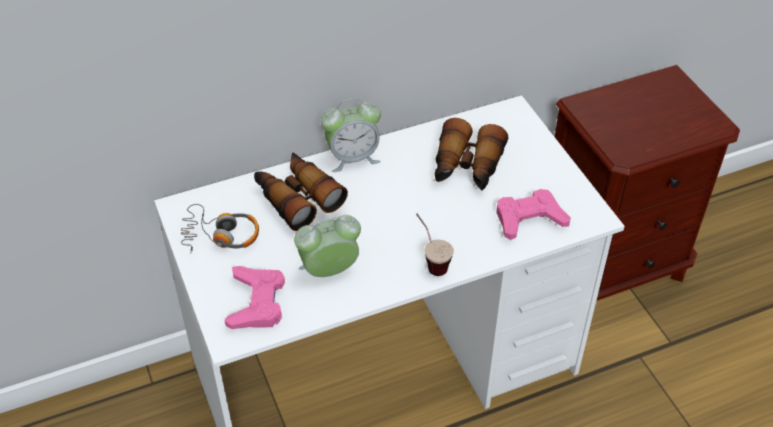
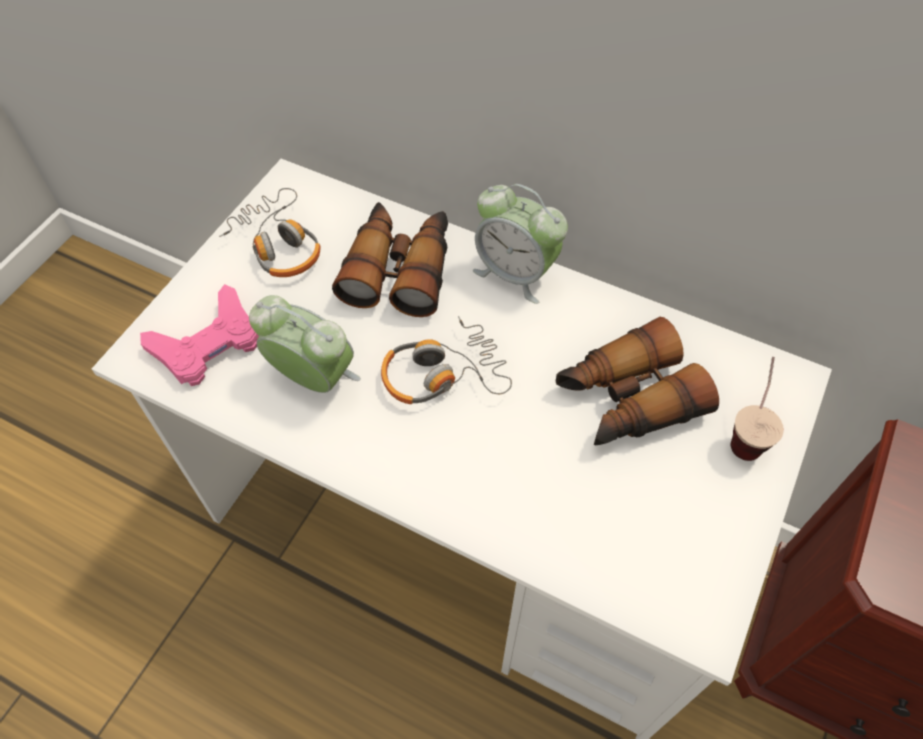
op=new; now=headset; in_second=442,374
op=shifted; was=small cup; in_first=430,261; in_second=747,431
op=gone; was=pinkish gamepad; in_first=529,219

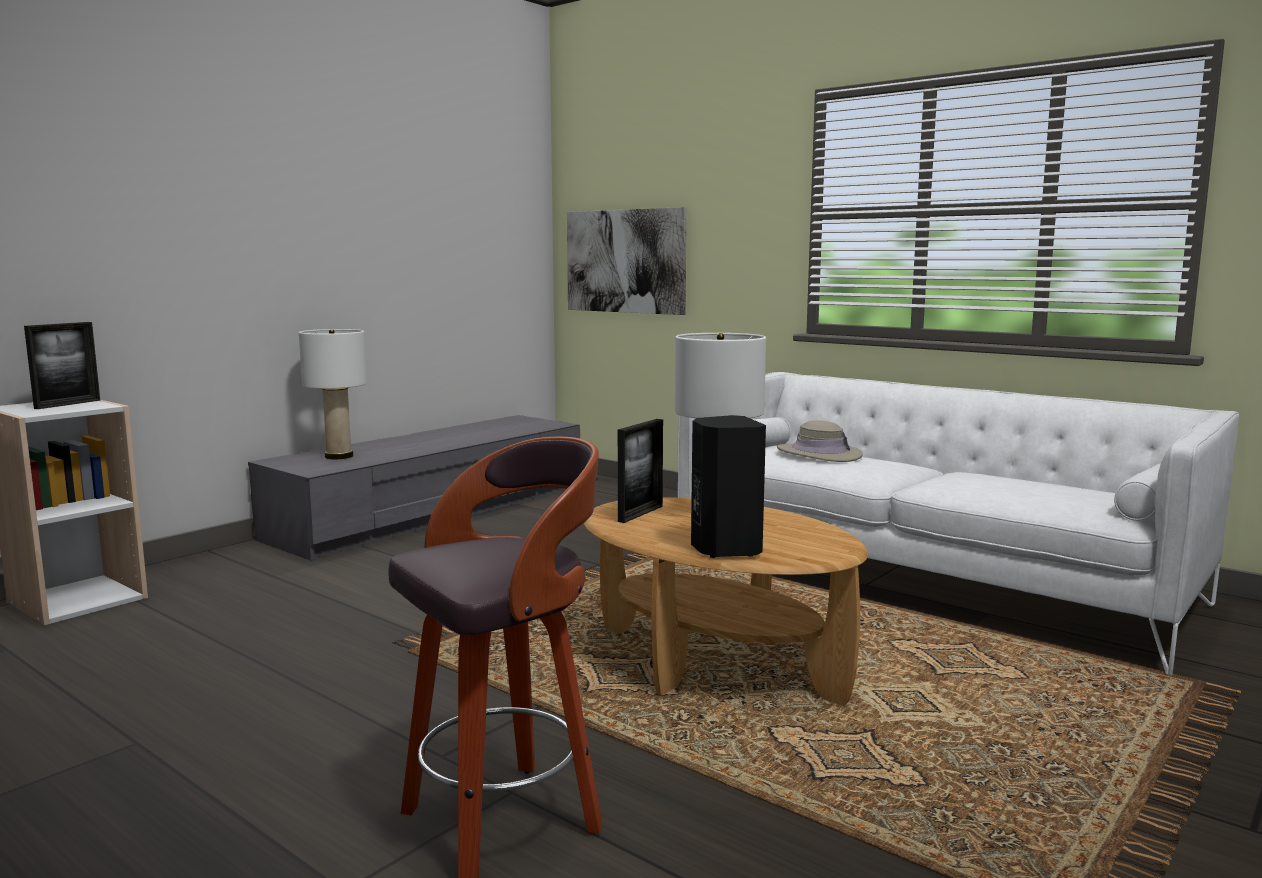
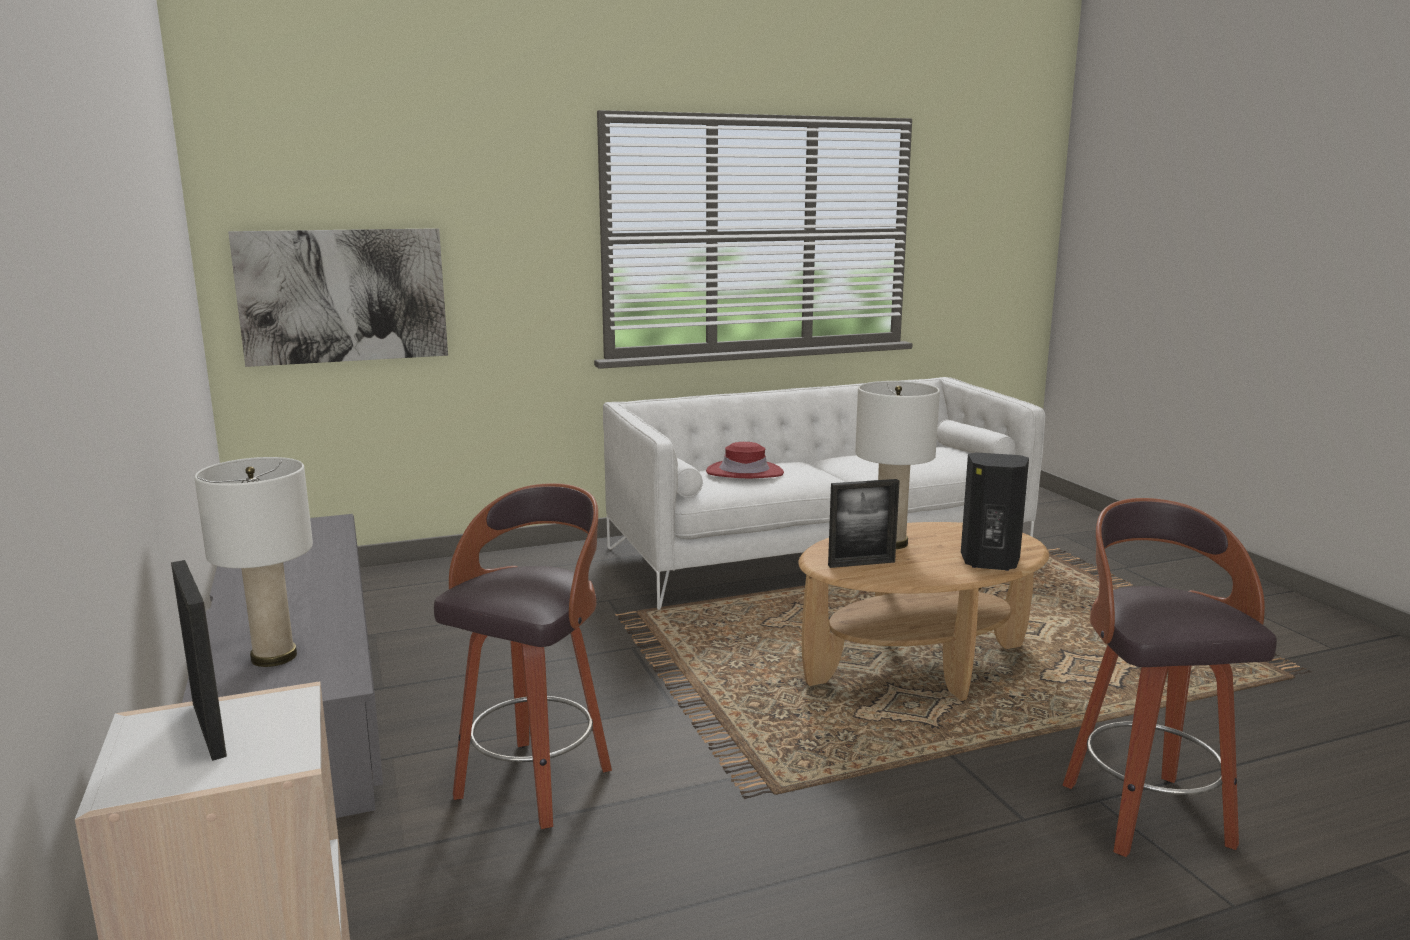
op=new; now=sitting stool; in_second=536,781
op=repainted; was=beige wearable hat; now=reddish wearable hat; in_first=819,454; in_second=744,472
op=rotated; was=standing frame; in_first=640,514; in_second=861,563; clockwise=105

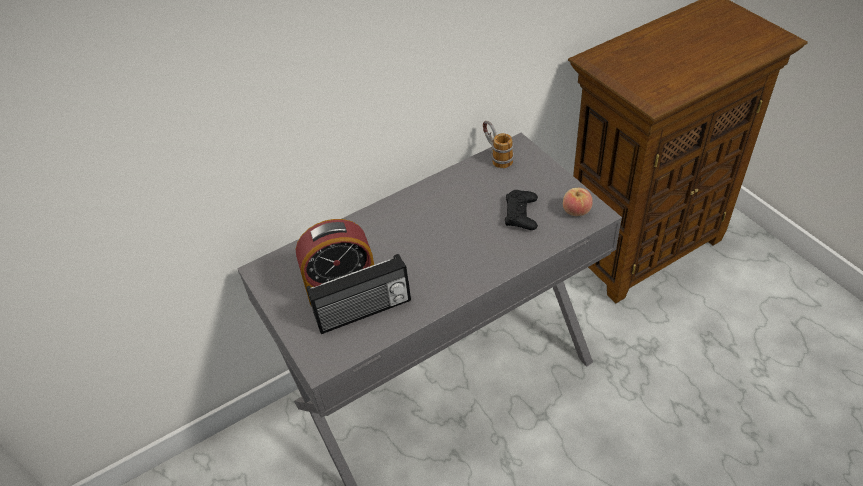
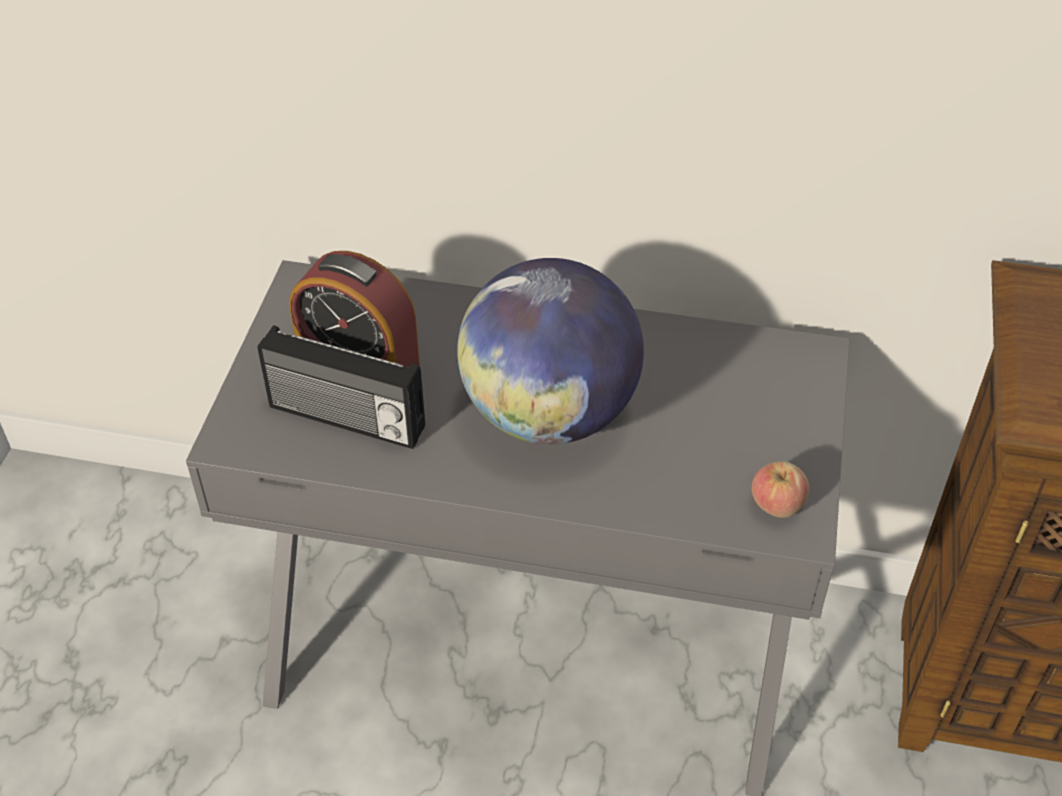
op=new; now=world globe; in_second=549,413
op=gone; was=mug; in_first=496,156
op=gone; was=black gamepad; in_first=521,214

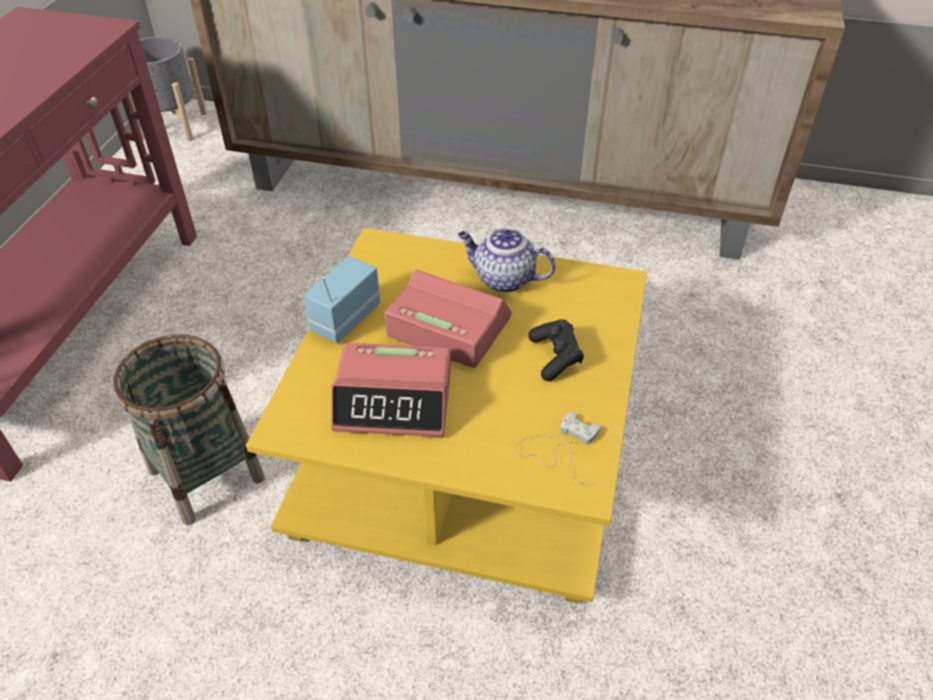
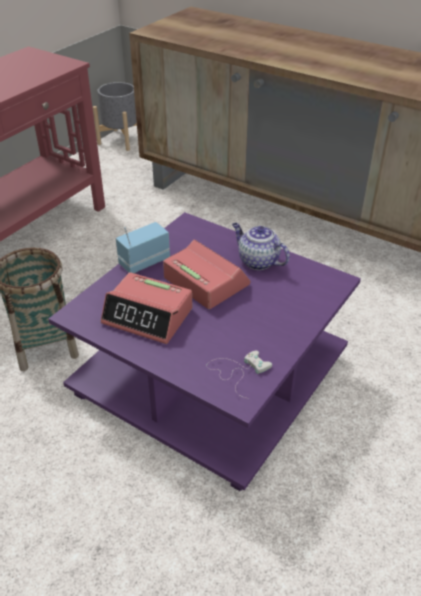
op=repainted; was=yellow-coloured low table; now=purple-coloured low table; in_first=462,455; in_second=207,377
op=gone; was=black gamepad; in_first=555,357

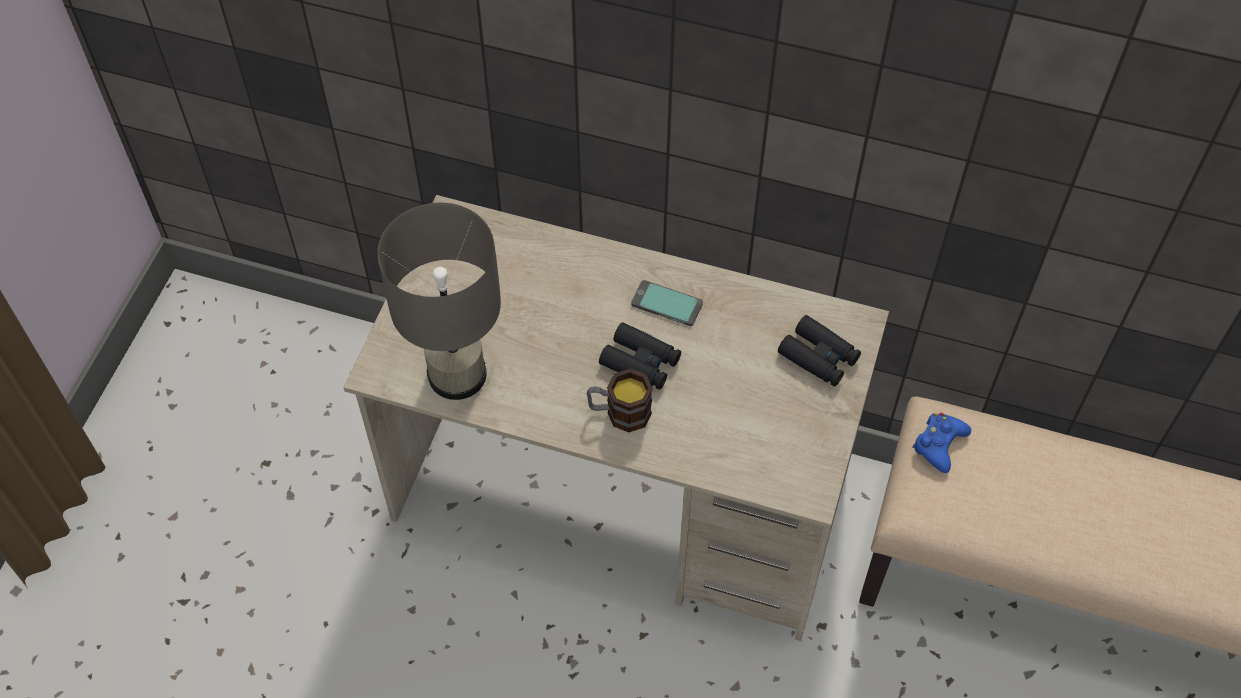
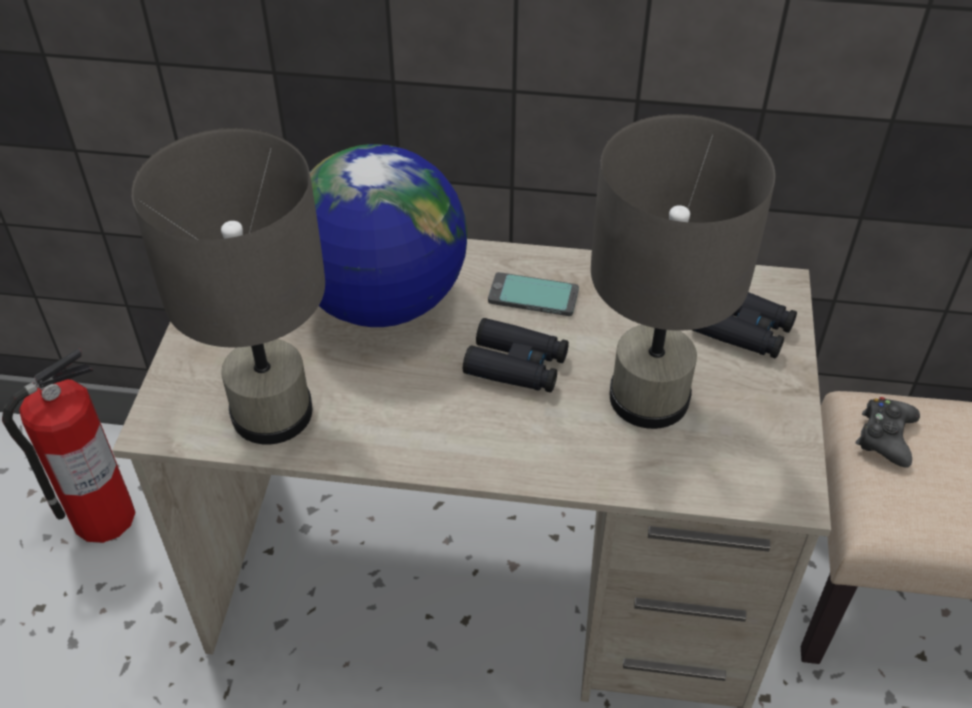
op=new; now=fire-fighting cylinder; in_second=102,518
op=new; now=world globe; in_second=381,301
op=new; now=gray table lamp; in_second=647,398
op=repainted; was=bluish gamepad; now=black gamepad; in_first=939,444; in_second=885,437
op=gone; was=mug; in_first=619,412

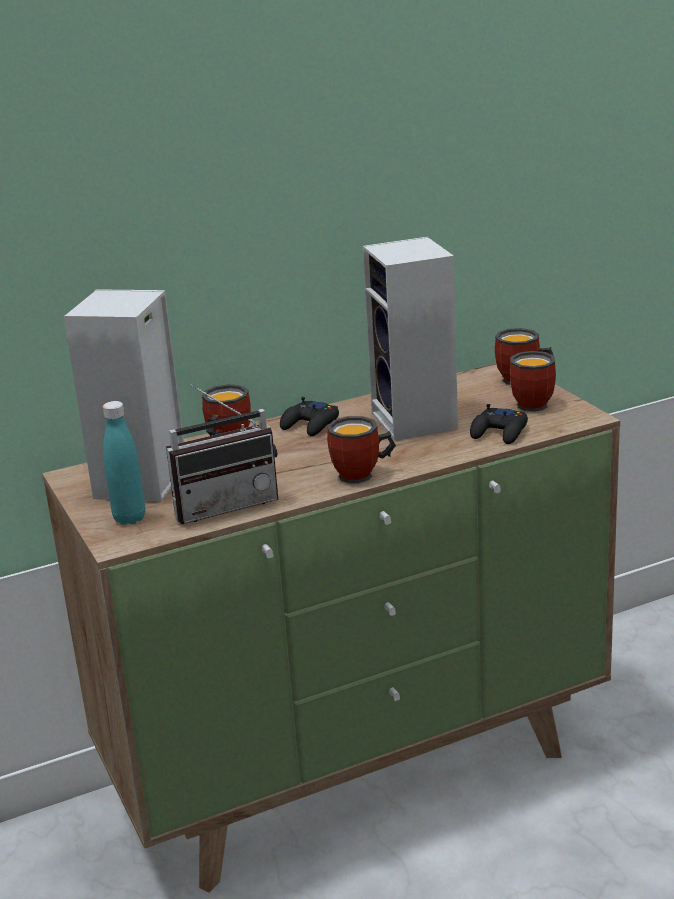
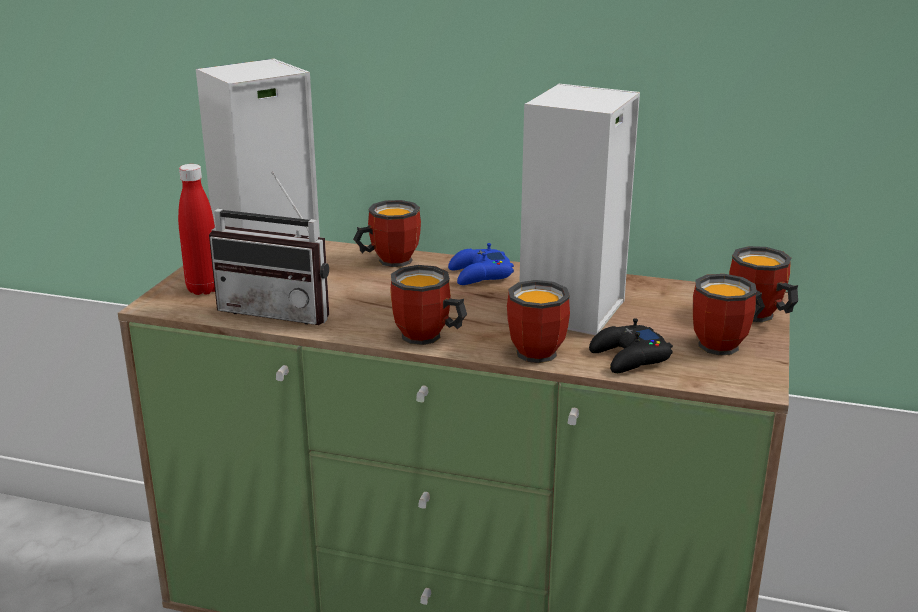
op=repainted; was=blue-green bottle; now=reddish bottle; in_first=129,518; in_second=203,289
op=repainted; was=black gamepad; now=bluish gamepad; in_first=310,425; in_second=479,275
op=new; now=mug; in_second=535,349

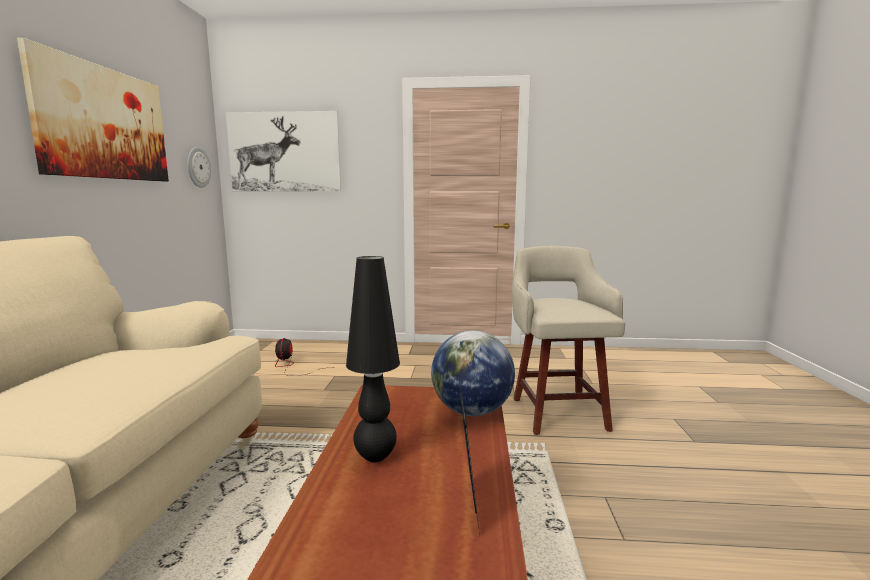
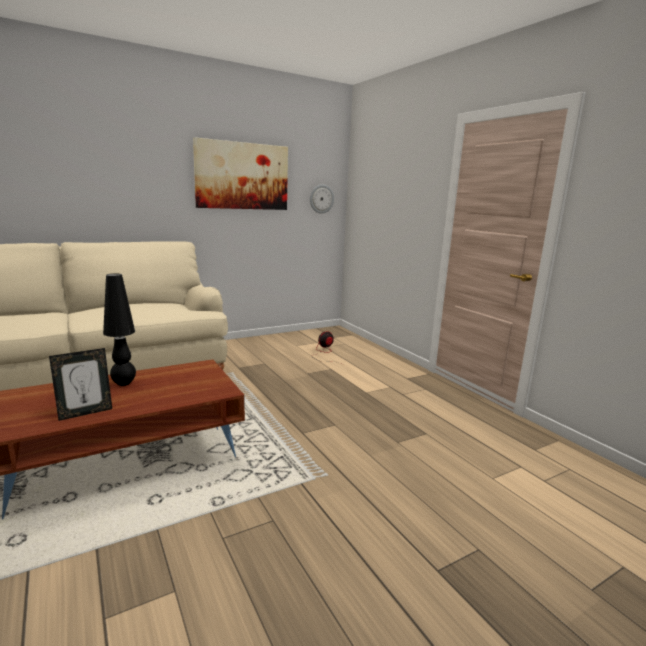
op=gone; was=picture; in_first=284,152
op=gone; was=world globe; in_first=471,411
op=gone; was=beige sitting stool; in_first=558,412

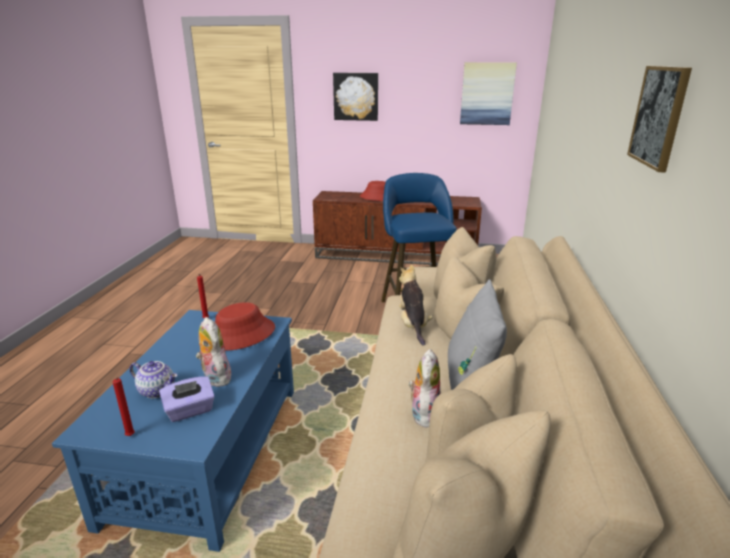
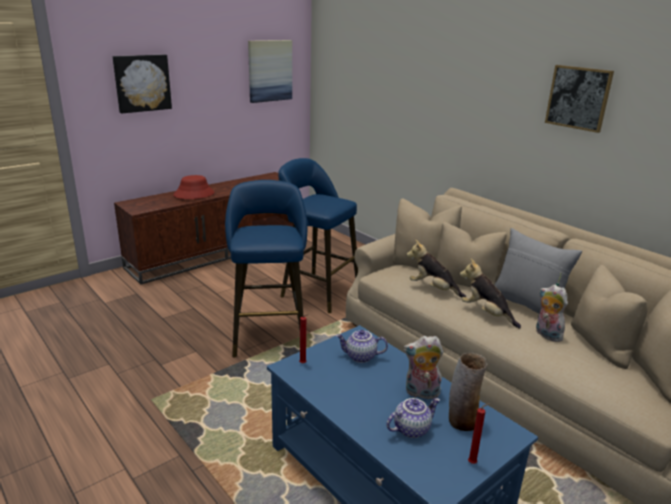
op=new; now=bluish sitting stool; in_second=268,333
op=swapped; was=reddish wearable hat; now=teapot; in_first=241,335; in_second=360,357
op=swapped; was=purple-coloured box of tissues; now=decorative vase; in_first=190,411; in_second=462,421
op=new; now=soft toy; in_second=486,314

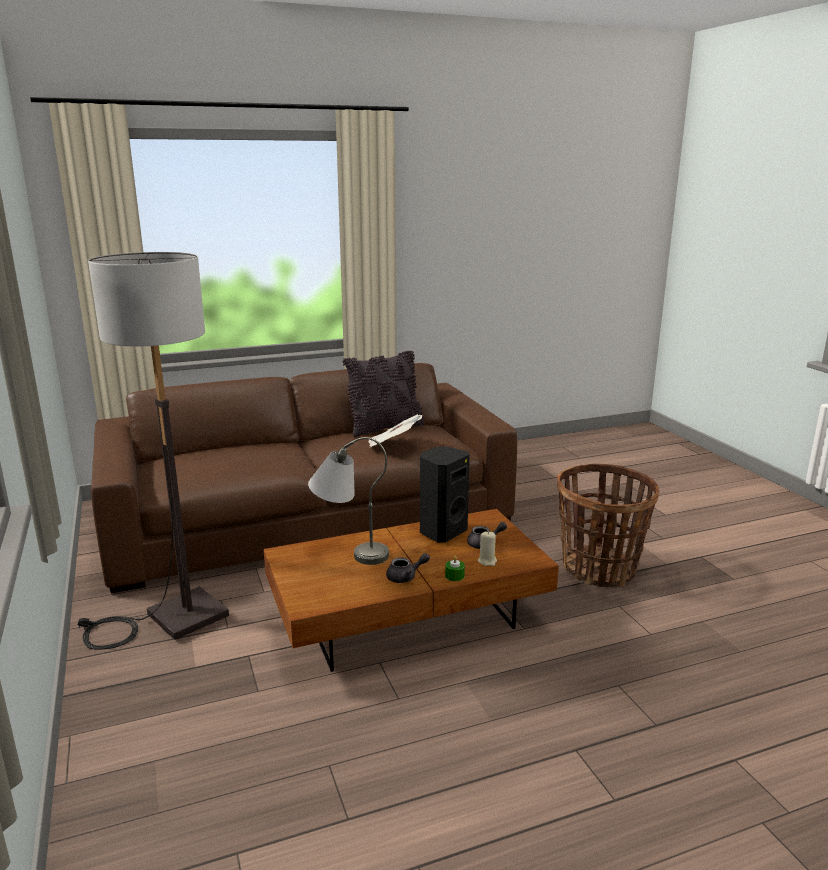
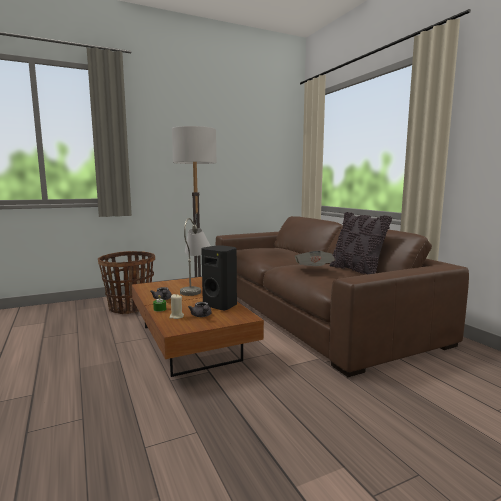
op=shifted; was=household basket; in_first=599,569; in_second=130,307

